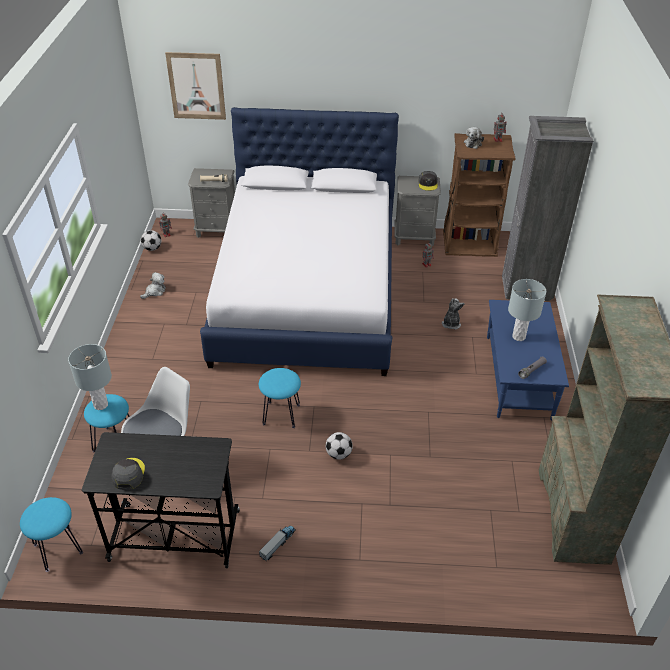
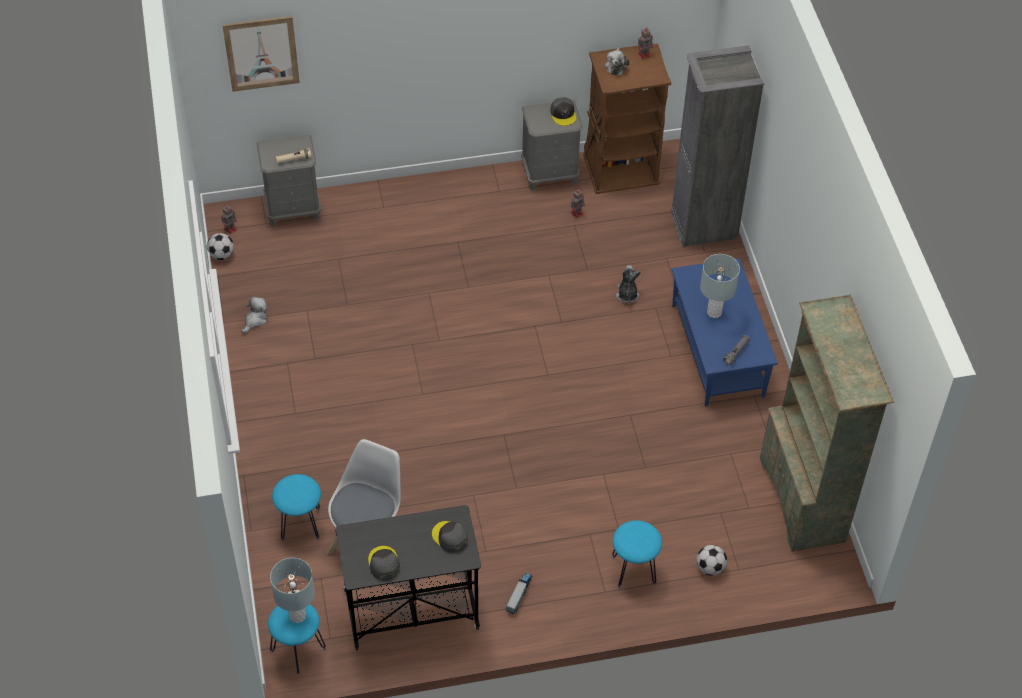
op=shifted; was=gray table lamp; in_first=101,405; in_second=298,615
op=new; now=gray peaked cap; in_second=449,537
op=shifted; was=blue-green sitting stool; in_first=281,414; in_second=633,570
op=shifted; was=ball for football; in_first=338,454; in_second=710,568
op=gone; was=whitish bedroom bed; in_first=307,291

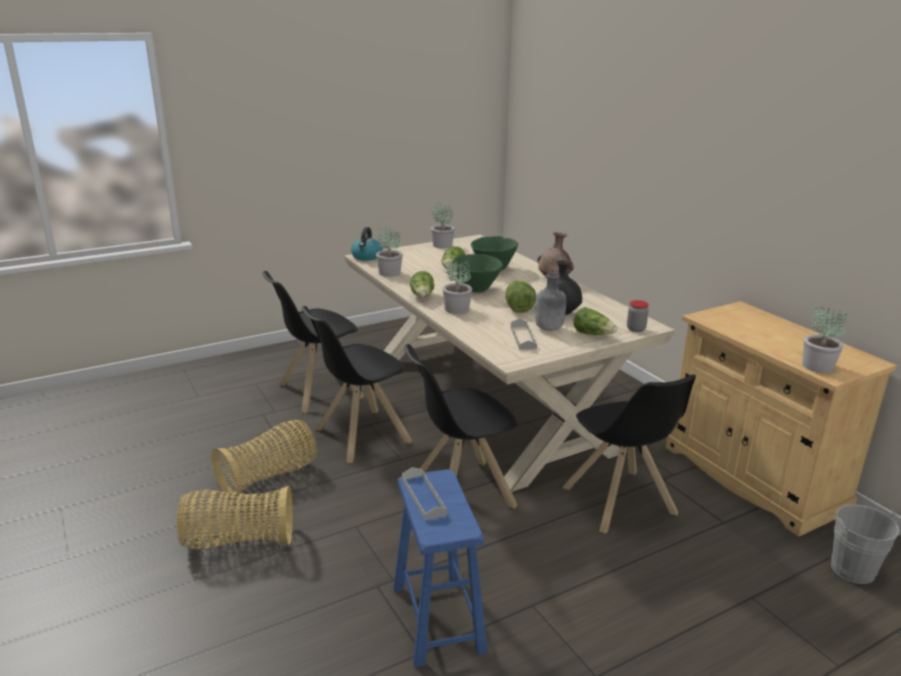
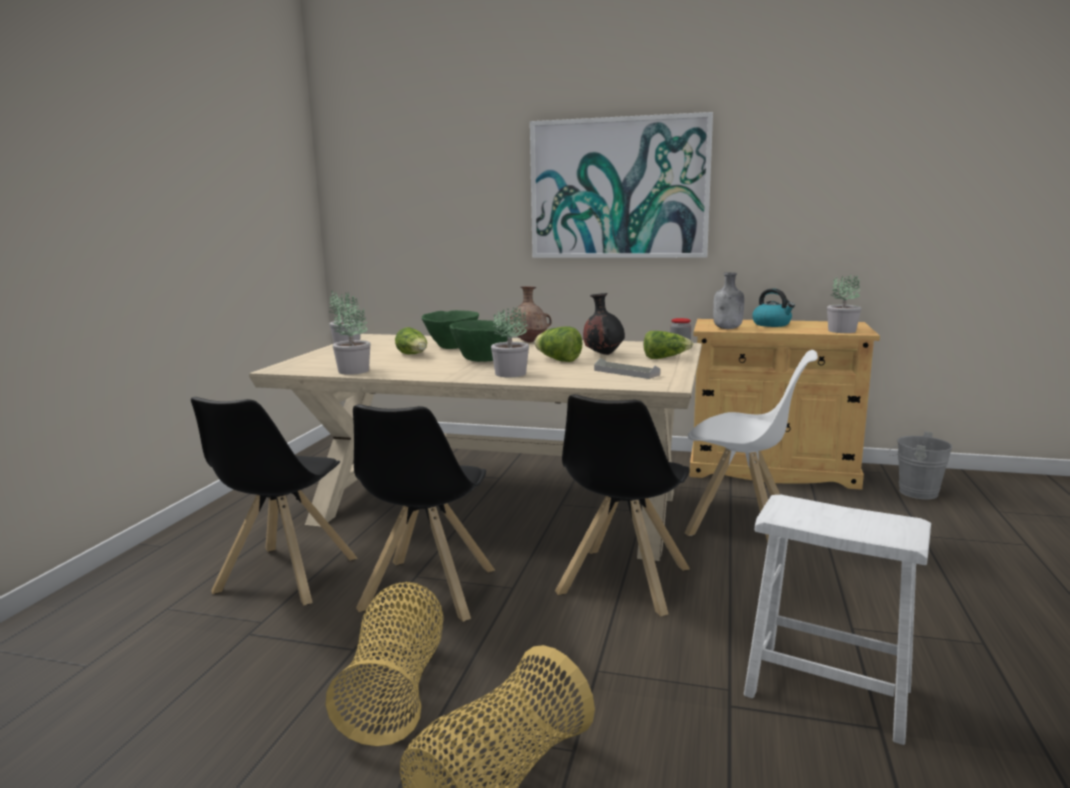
op=new; now=picture; in_second=618,189
op=repainted; was=black upright chair; now=whitish upright chair; in_first=620,502; in_second=741,524
op=shifted; was=gray bottle; in_first=548,328; in_second=728,328
op=repainted; was=bluish sitting stool; now=whitish sitting stool; in_first=438,618; in_second=827,690
op=shifted; was=tea kettle; in_first=367,257; in_second=772,324
op=gone; was=gray tray; in_first=423,496
op=gone; was=lettuce; in_first=422,296

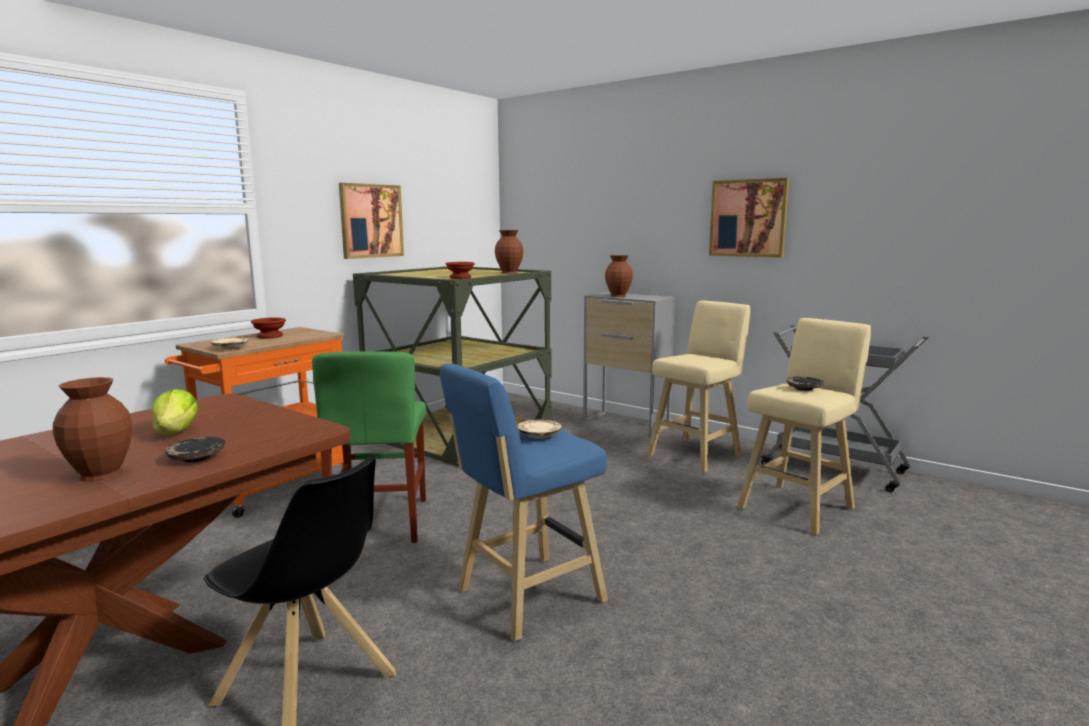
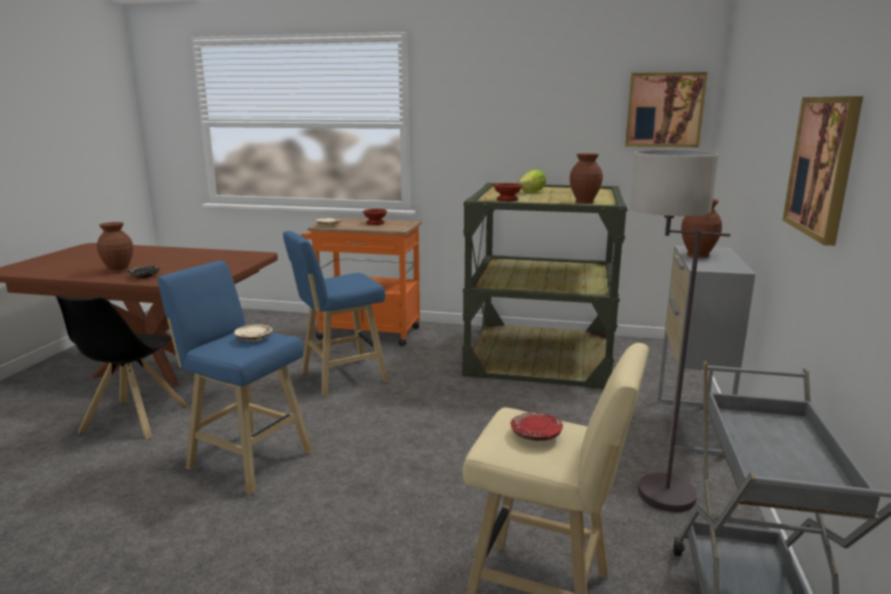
op=swapped; was=greenish upright chair; now=bluish sitting stool; in_first=380,521; in_second=340,377
op=repainted; was=black flat dish; now=reddish flat dish; in_first=804,388; in_second=535,435
op=shifted; was=lettuce; in_first=176,432; in_second=532,192
op=shifted; was=picture; in_first=371,221; in_second=664,110
op=swapped; was=beige sitting stool; now=gray standing lamp; in_first=697,454; in_second=648,491

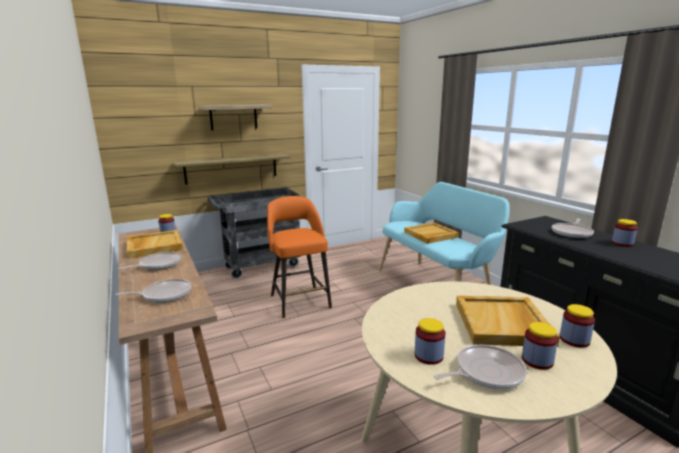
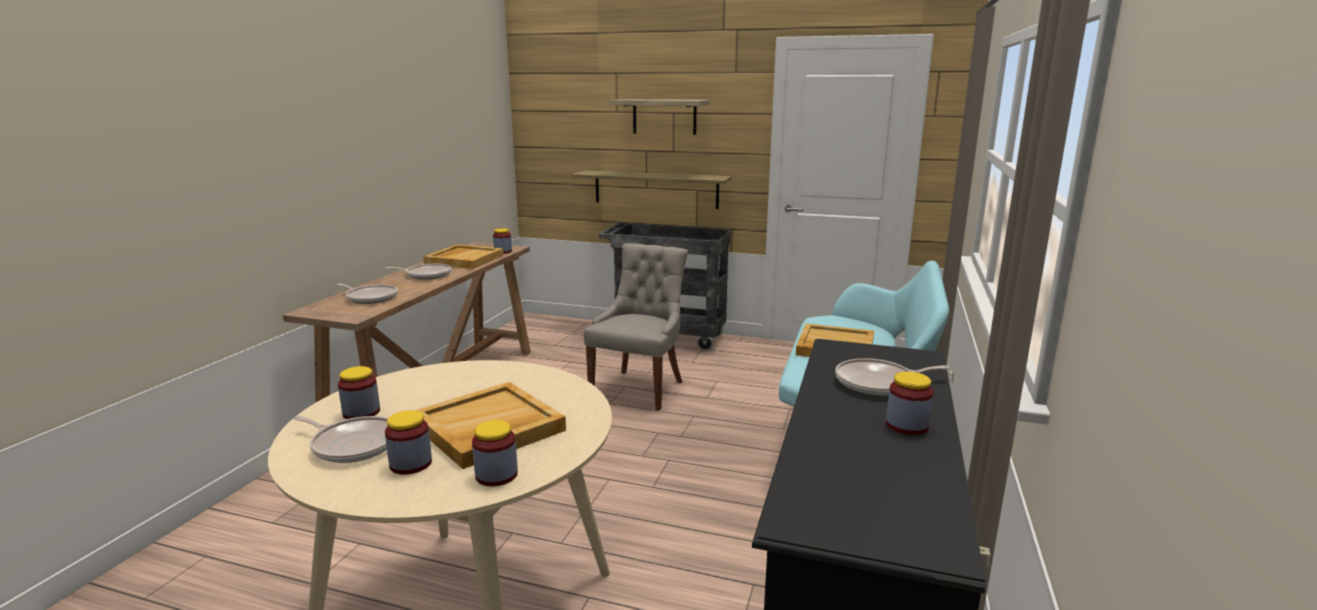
op=swapped; was=orange sitting stool; now=gray upright chair; in_first=299,300; in_second=639,388

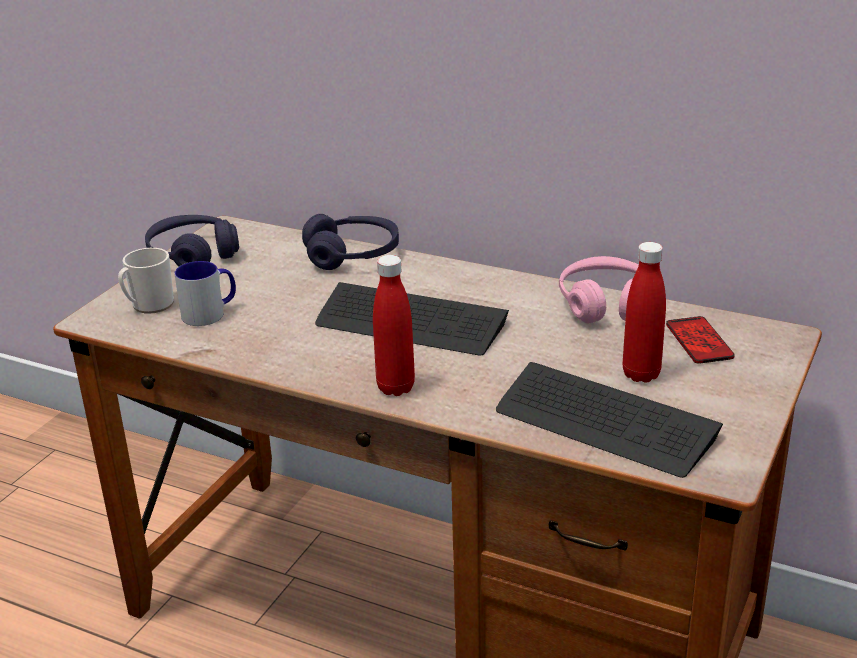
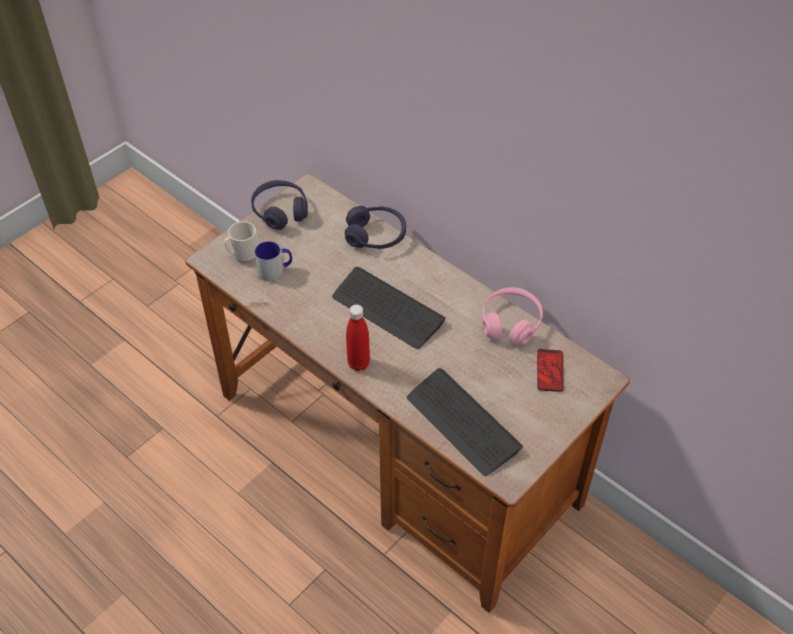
op=gone; was=reddish bottle; in_first=641,374

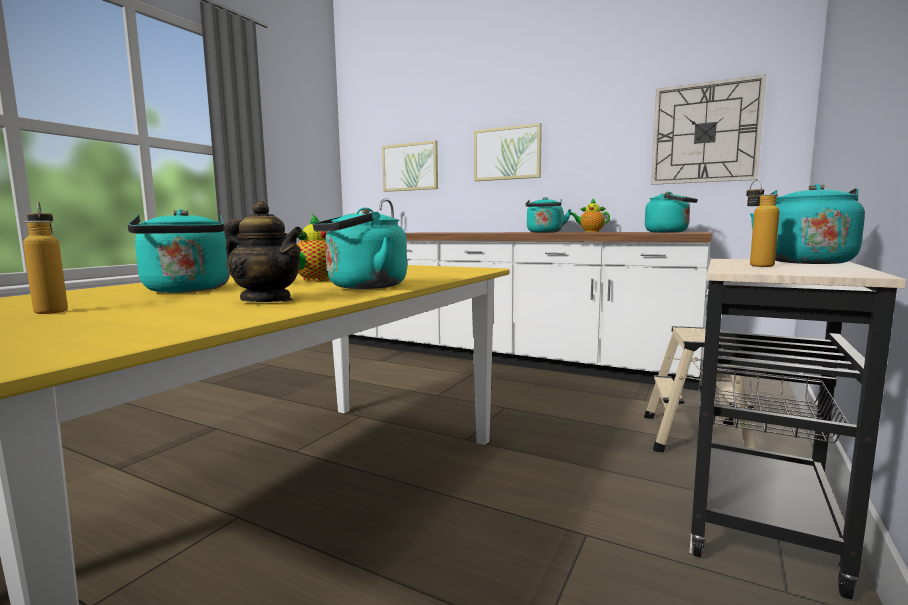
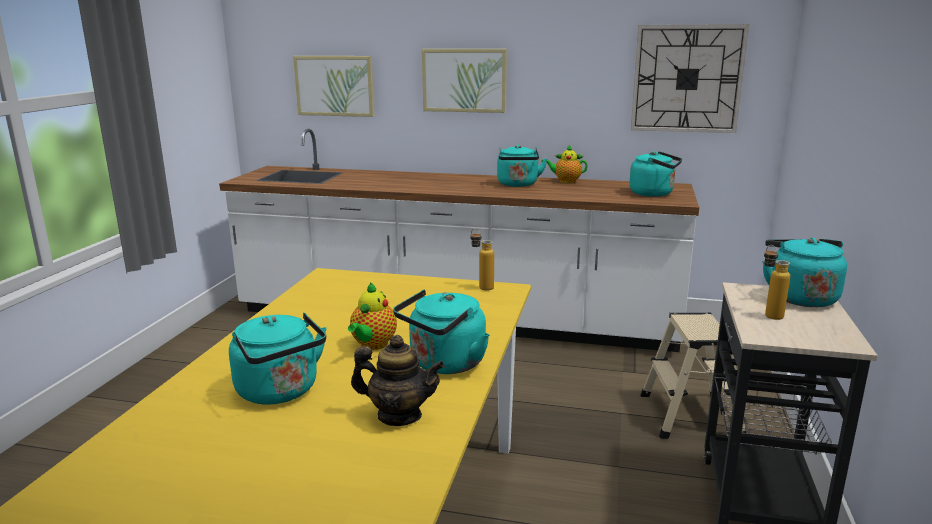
op=shifted; was=bottle; in_first=52,310; in_second=481,287

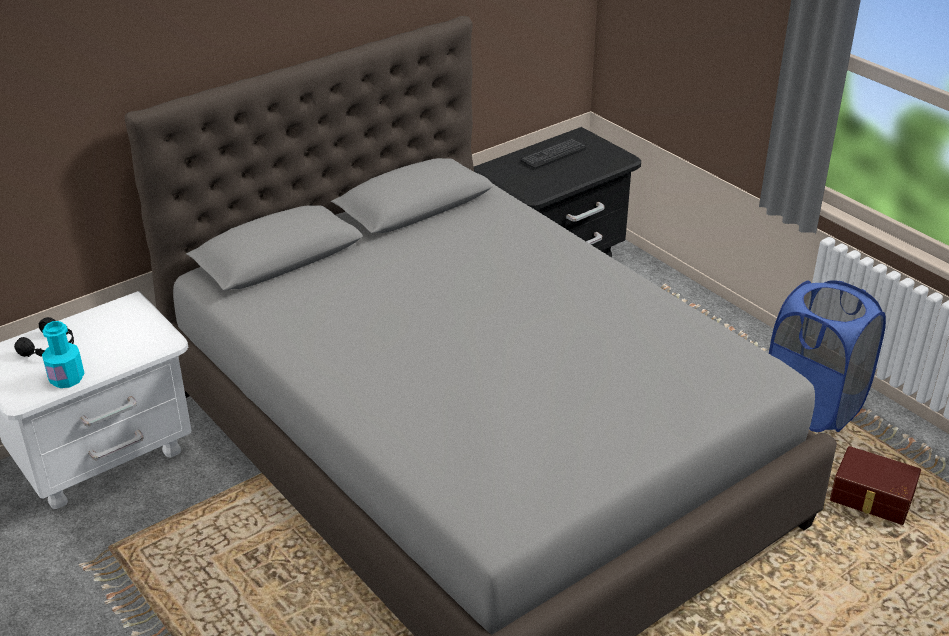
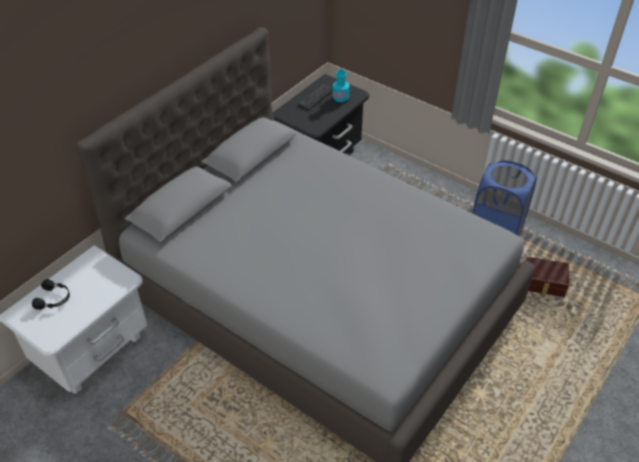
op=shifted; was=blue-green bottle; in_first=67,378; in_second=340,98

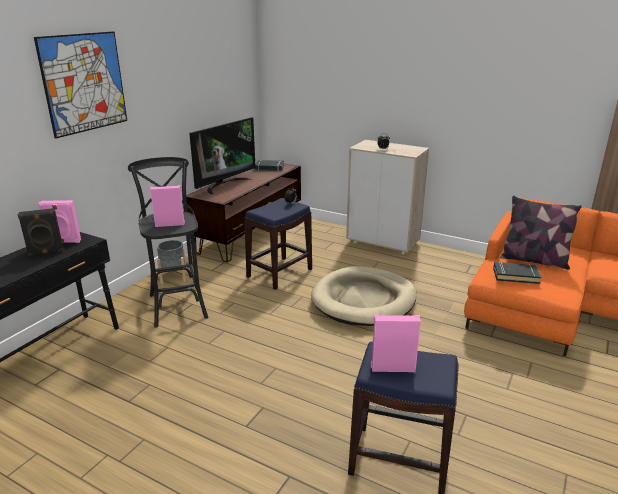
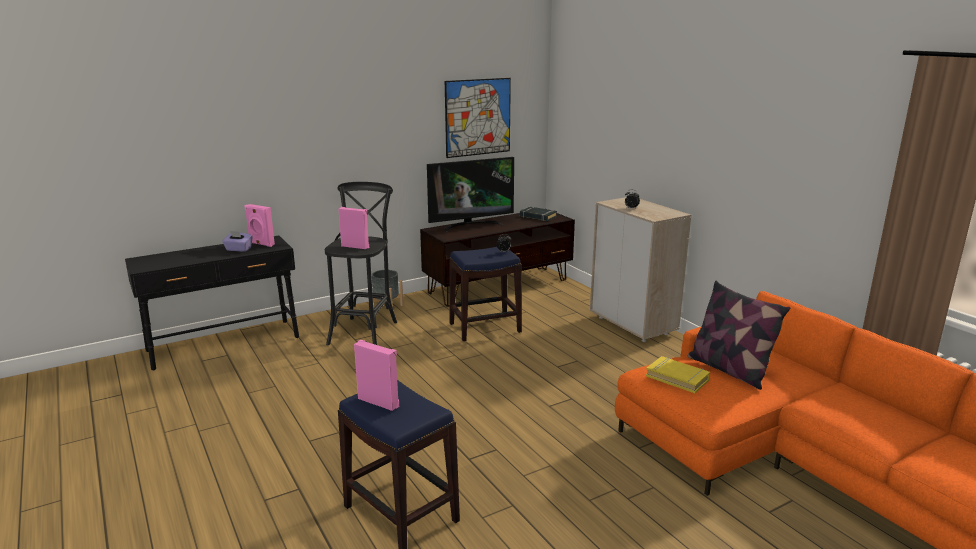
op=swapped; was=black loudspeaker; now=purple-coloured box of tissues; in_first=46,253; in_second=238,249
op=shifted; was=picture; in_first=84,83; in_second=478,117
op=repainted; was=black book; now=yellow-coloured book; in_first=515,276; in_second=677,378
op=gone; was=beige pet bed; in_first=364,300

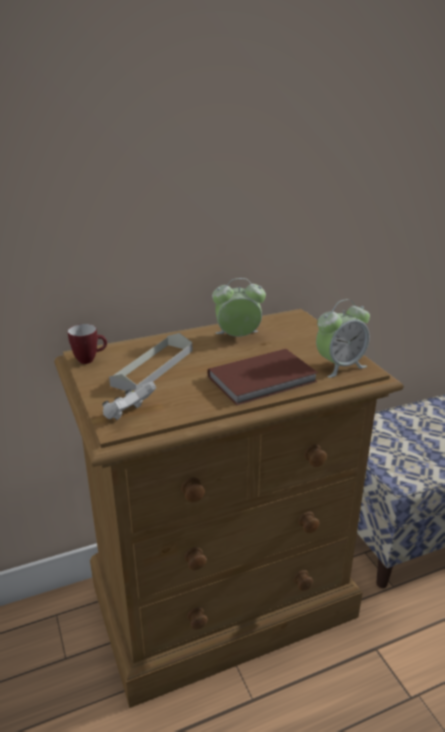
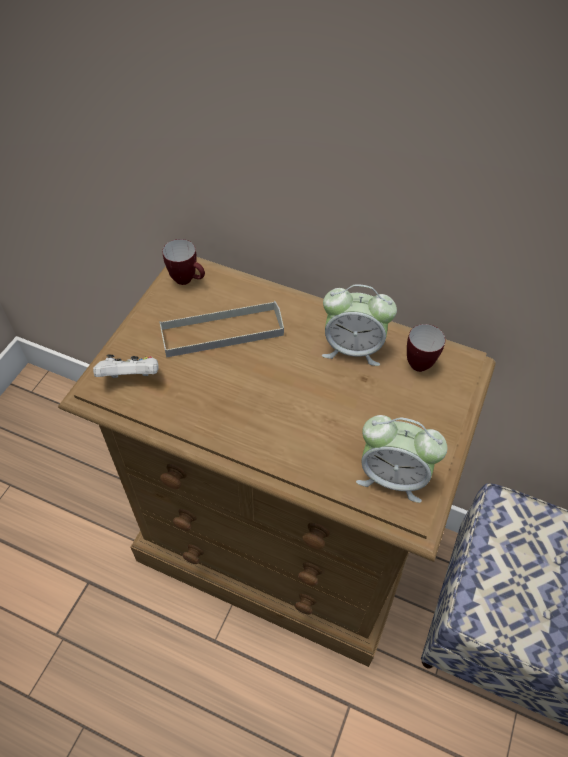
op=rotated; was=bedside clock; in_first=238,337; in_second=352,348; clockwise=150
op=new; now=mug; in_second=418,360
op=gone; was=brown book; in_first=264,380

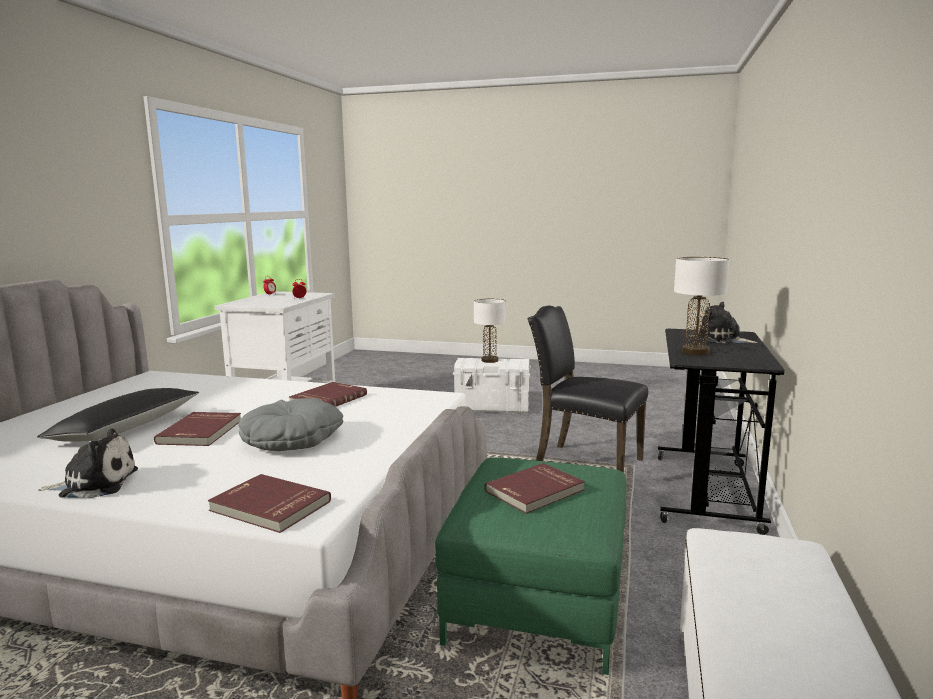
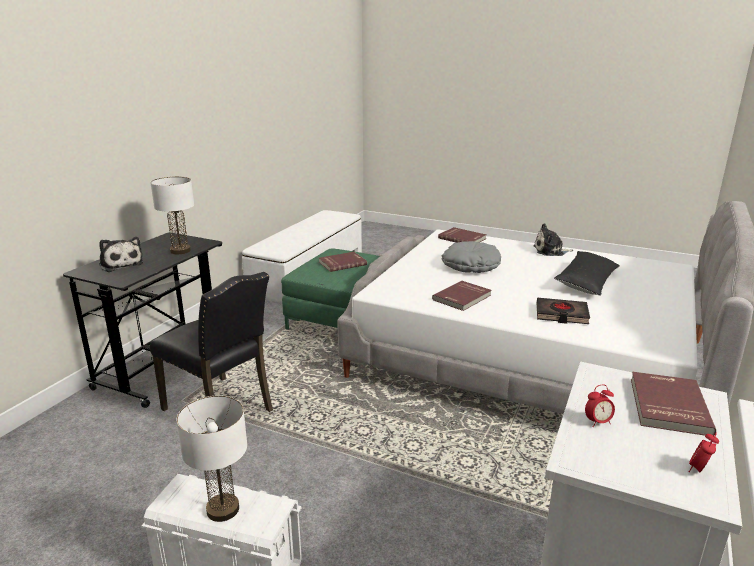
op=new; now=black book; in_second=561,314
op=shifted; was=reddish book; in_first=202,432; in_second=667,405

